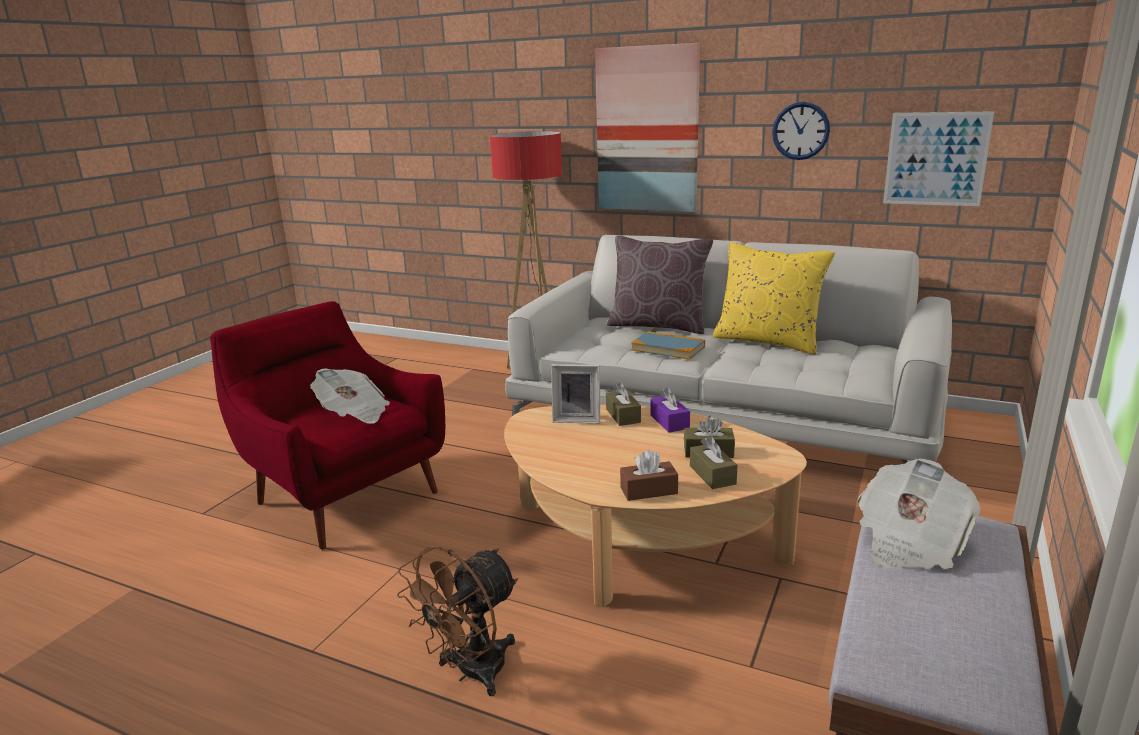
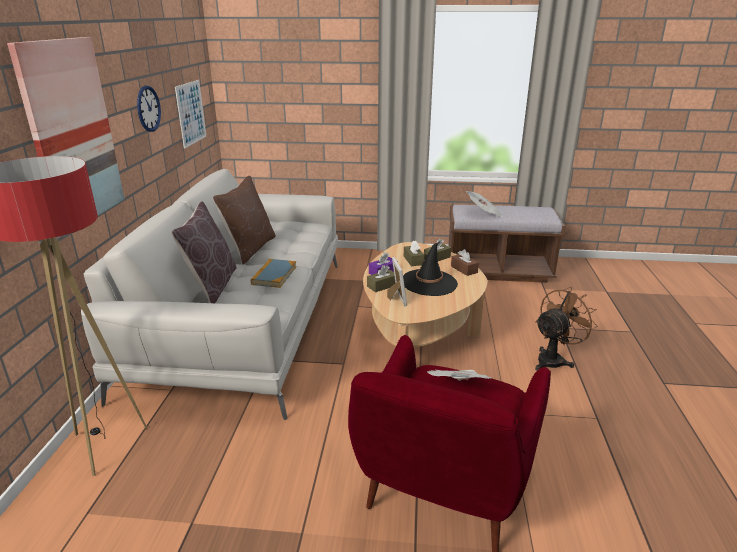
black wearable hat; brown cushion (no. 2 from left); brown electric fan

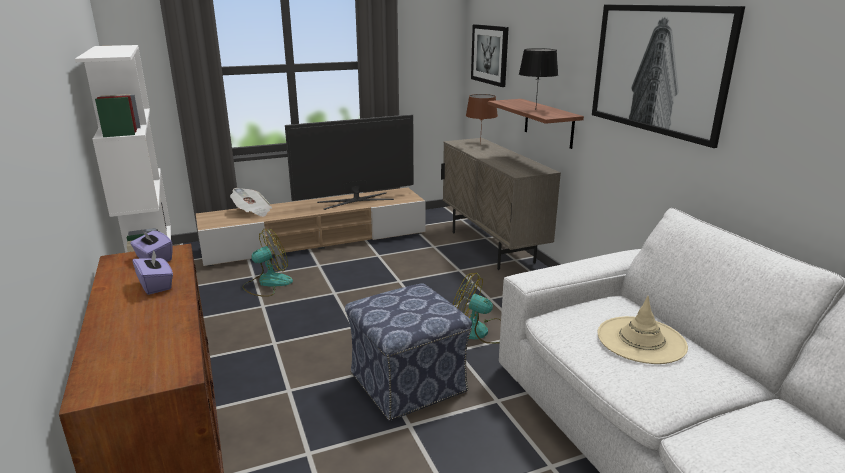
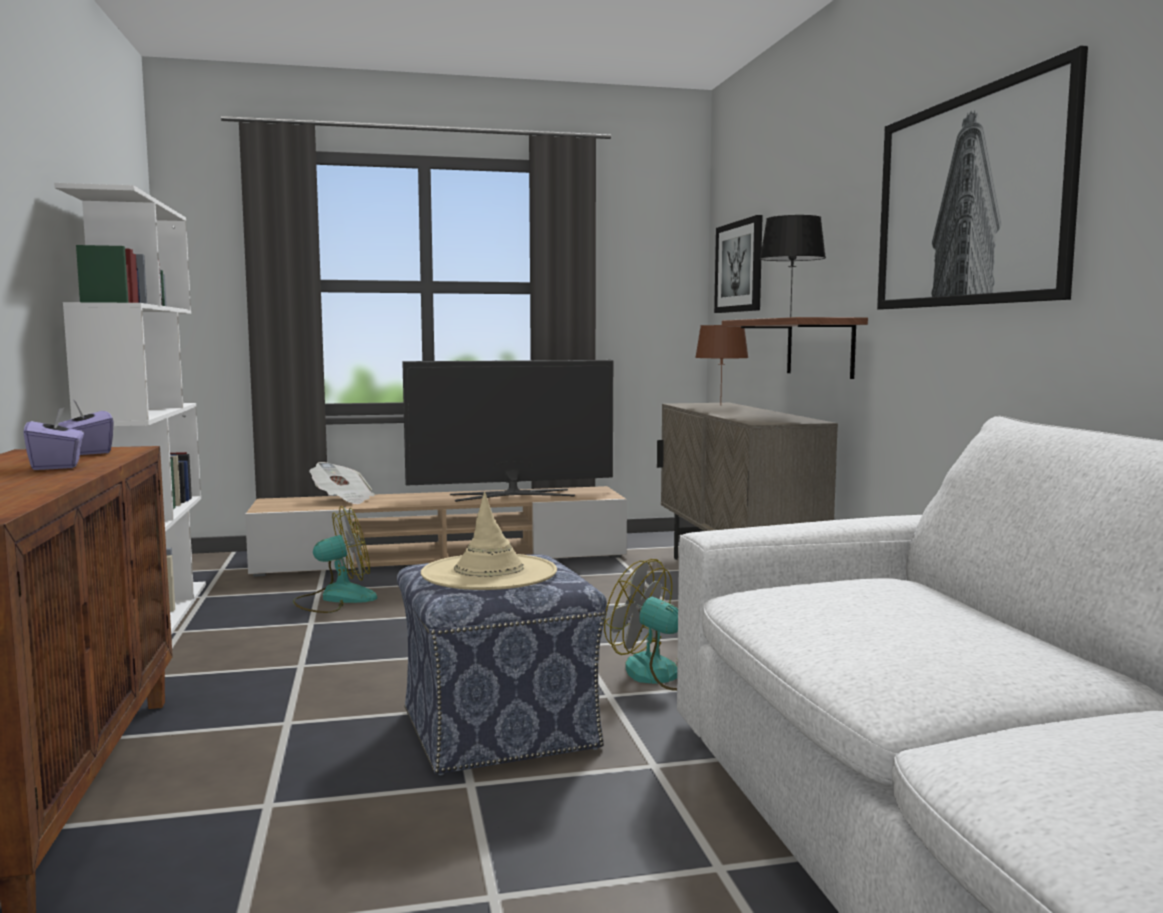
sand-coloured wearable hat

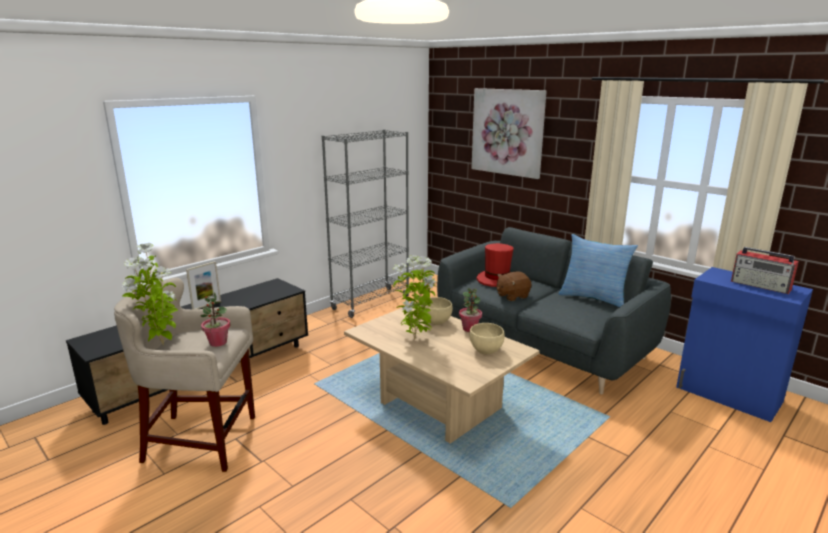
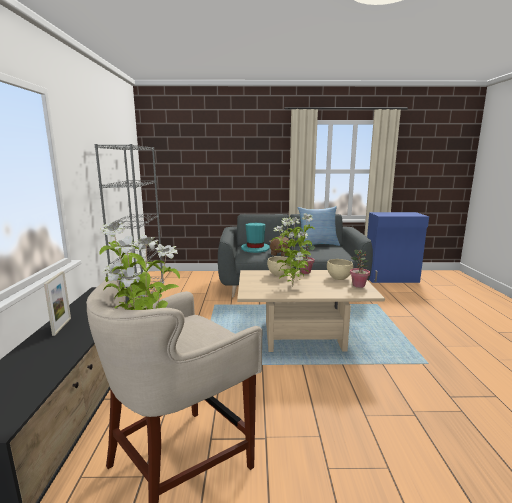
wall picture; radio set; plant in a pot (no. 4 from left); blue-green wearable hat

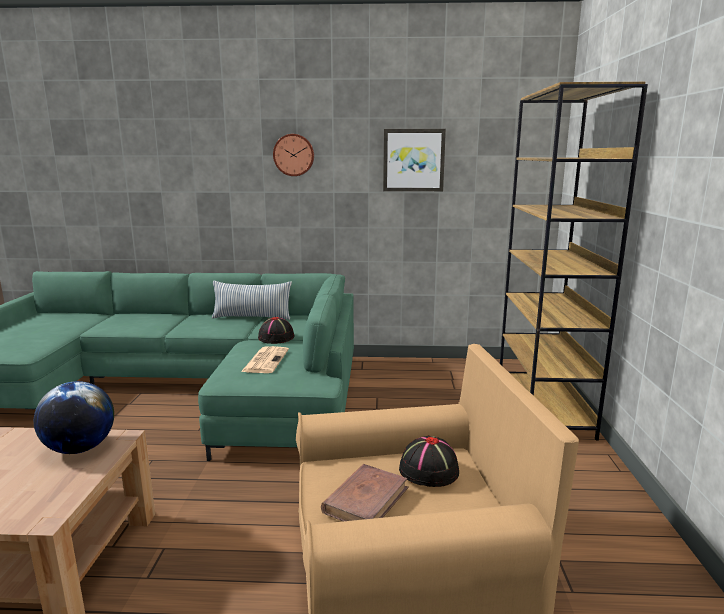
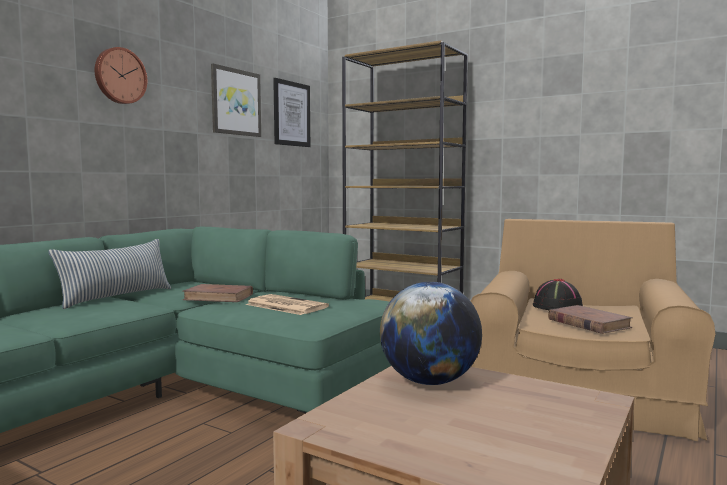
wall picture (no. 2 from left); brown bound book (no. 1 from left)

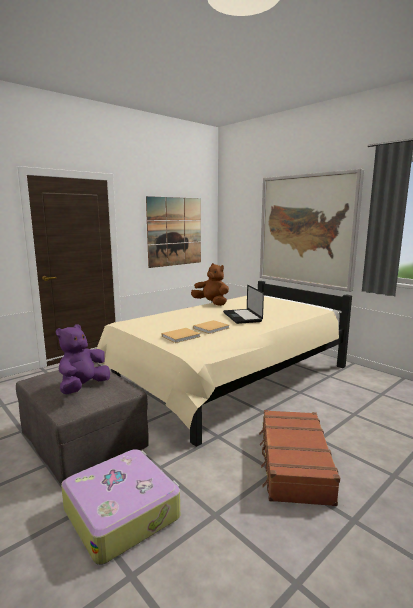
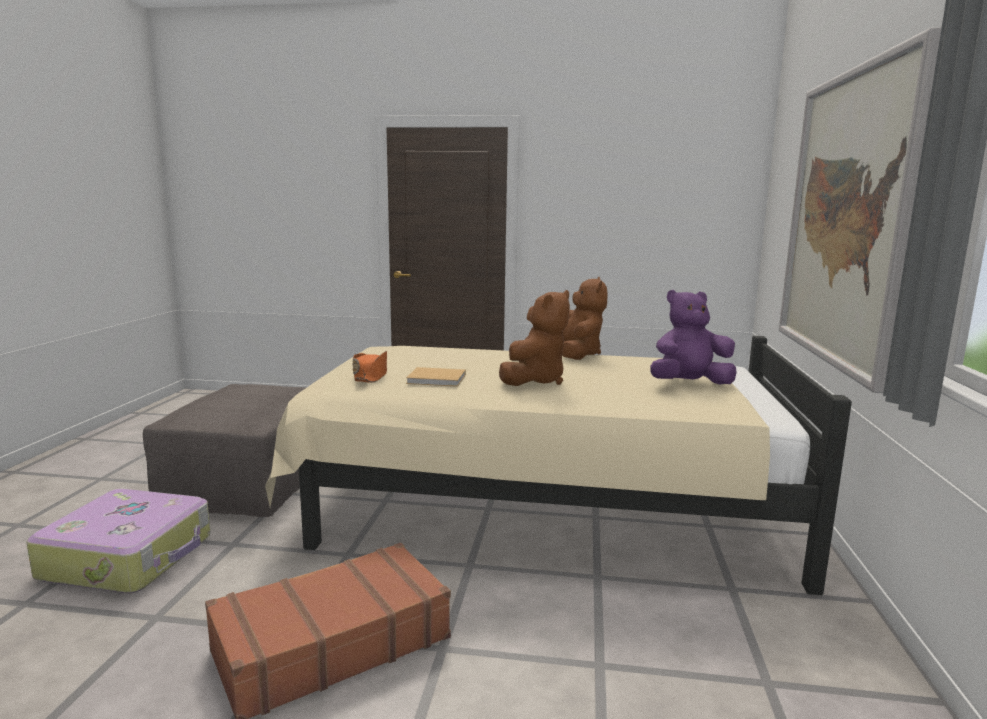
wall picture (no. 1 from left in the first image); purple soft toy; orangey wearable hat; brown soft toy (no. 1 from left)

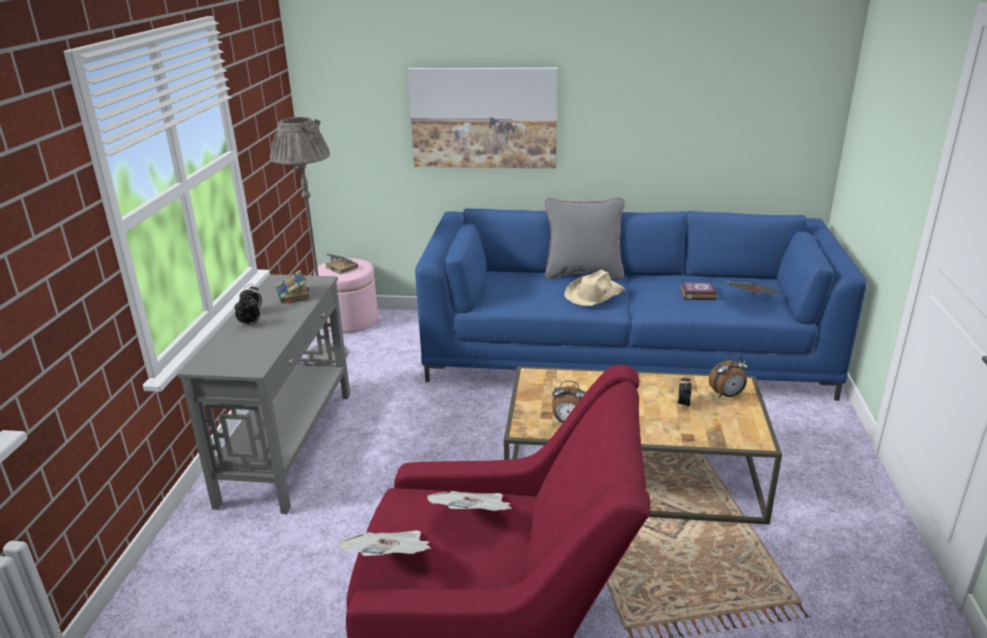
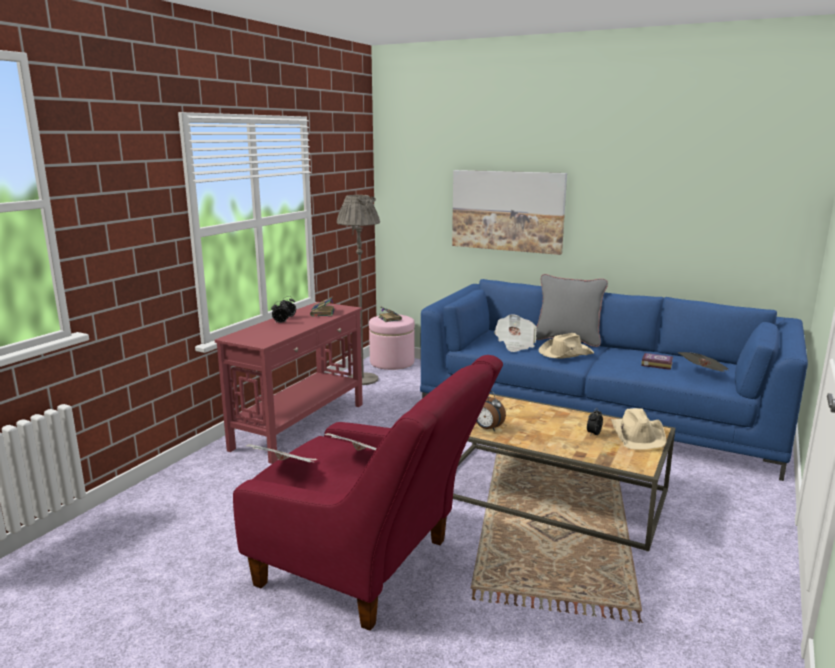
printed paper (no. 3 from left); sand-coloured wearable hat (no. 2 from left); red-coloured console table

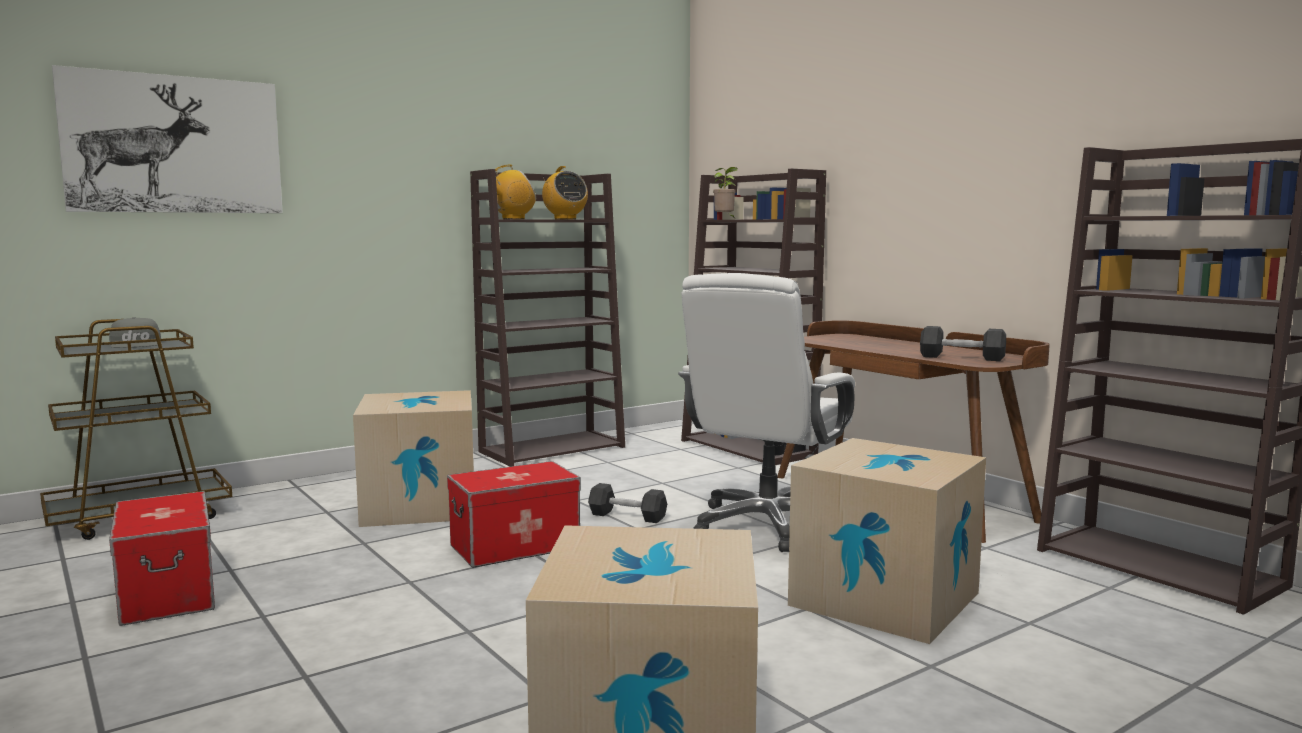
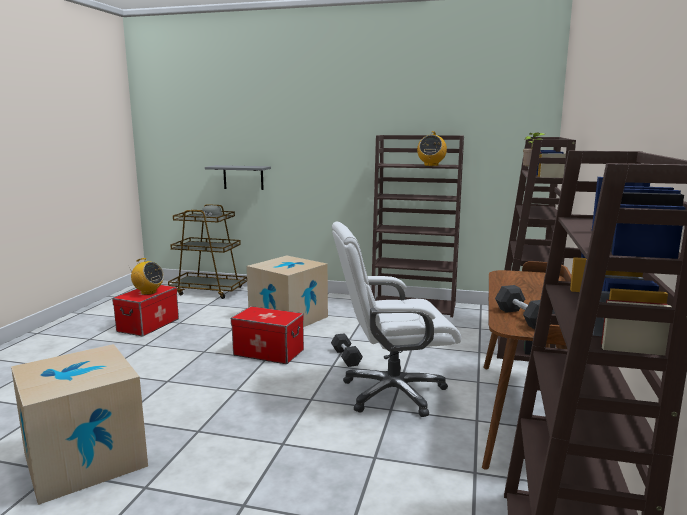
wall picture; packing box (no. 3 from left in the first image); gray shelf; radio set (no. 1 from left)

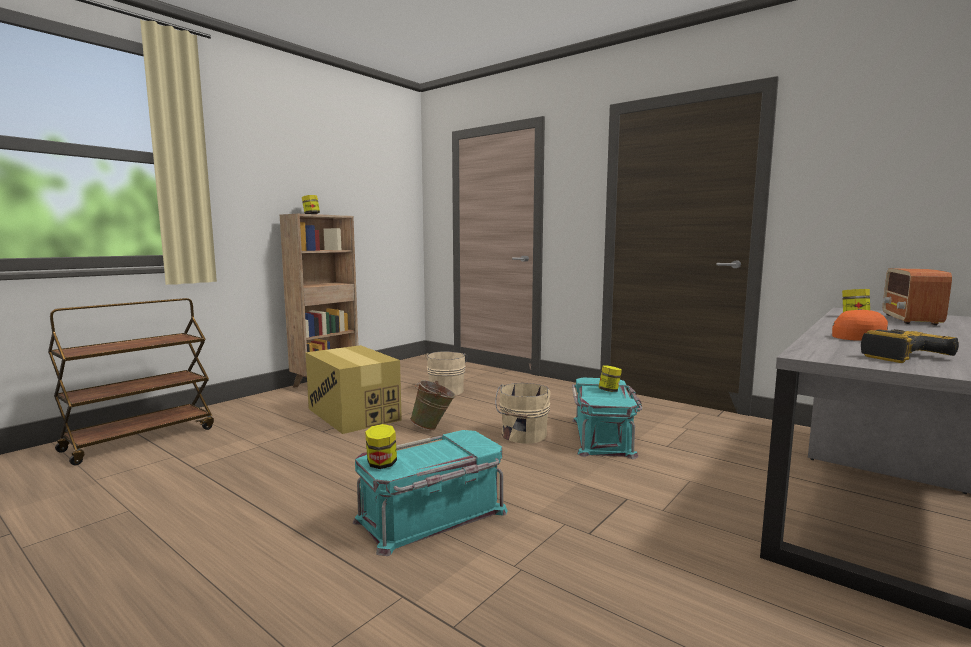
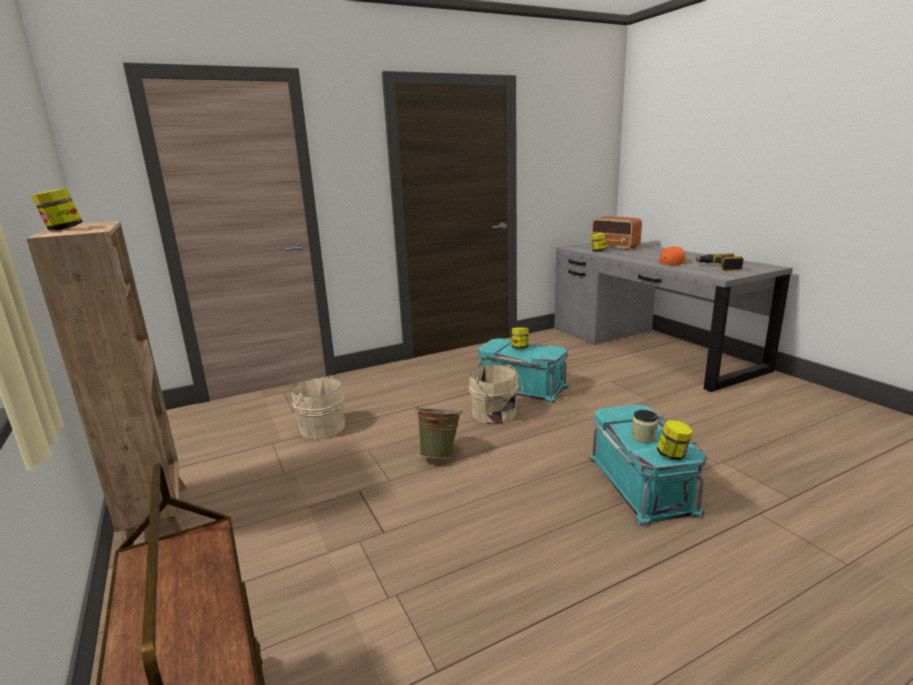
packing box; preserve jar (no. 4 from left)

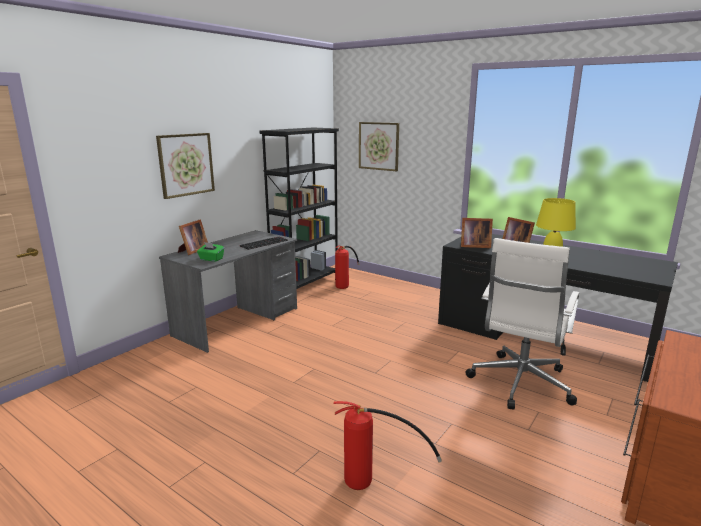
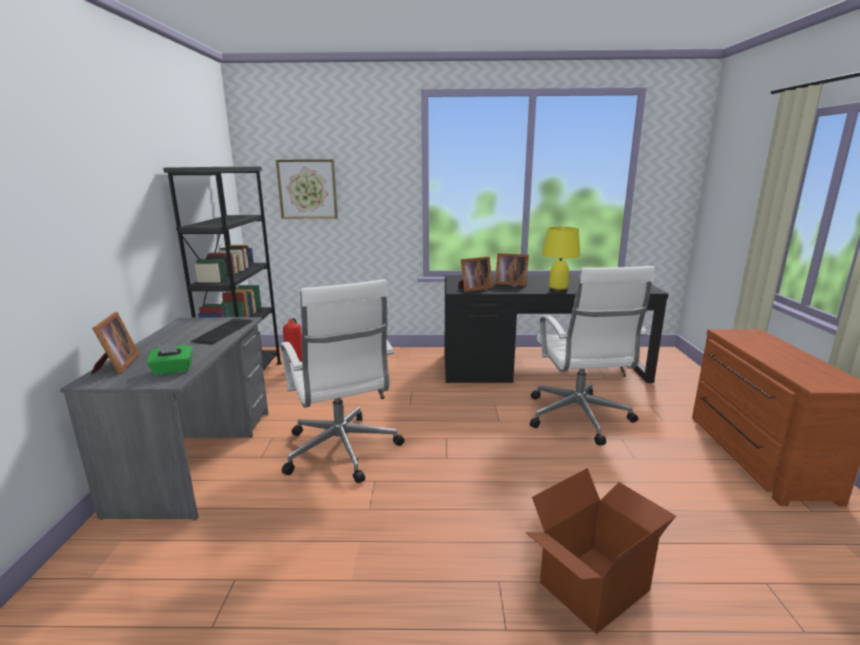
wall picture (no. 1 from left in the first image); whitish computer chair (no. 1 from left); packing box

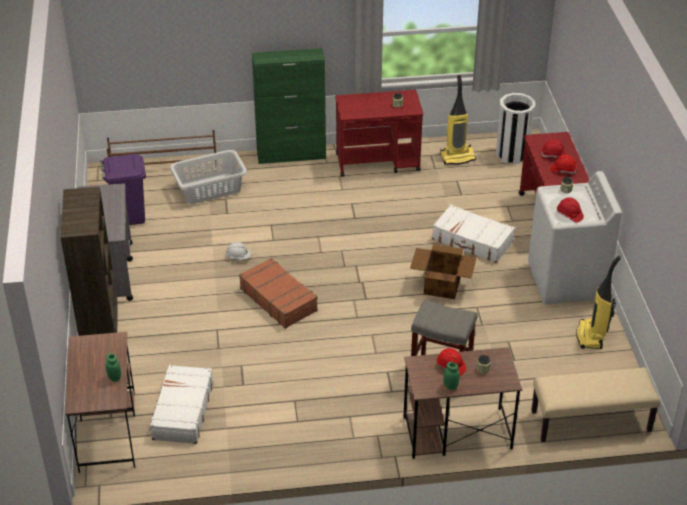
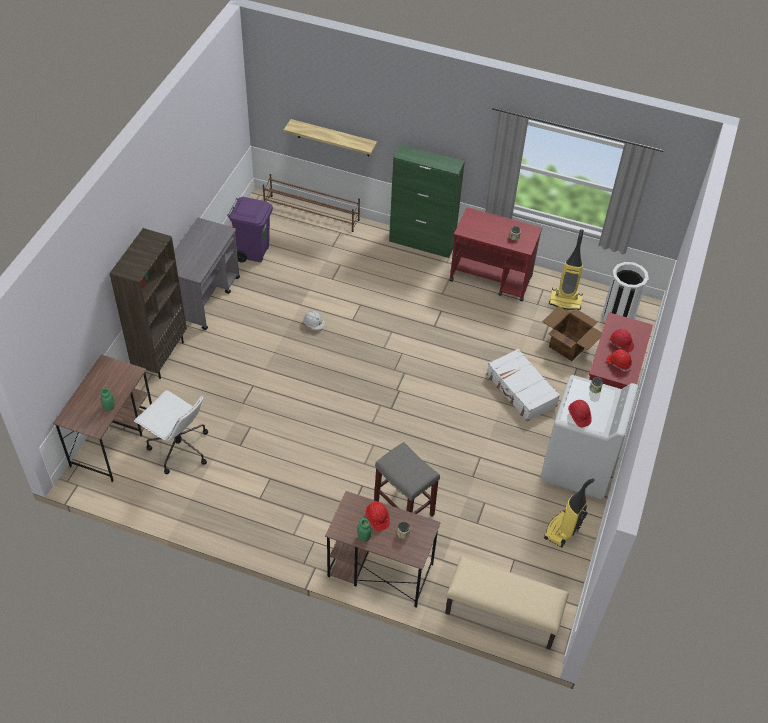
gray laundry basket; brown piece of luggage; shelf; packing box; whitish computer chair

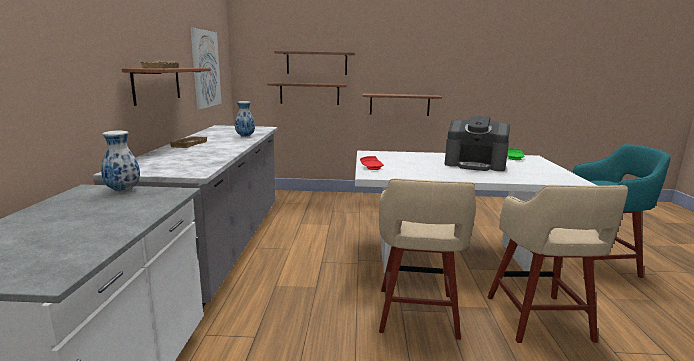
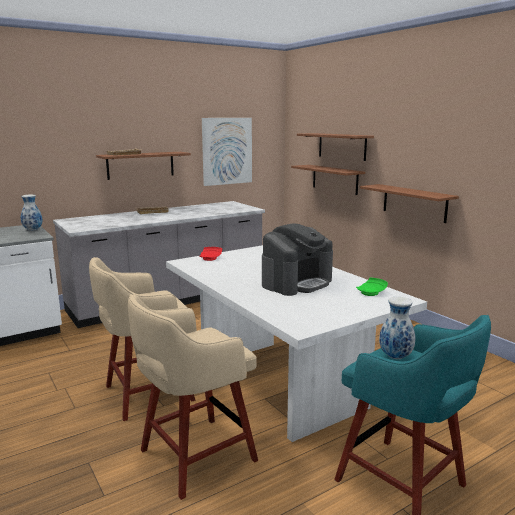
vase (no. 2 from left); coffee machine

